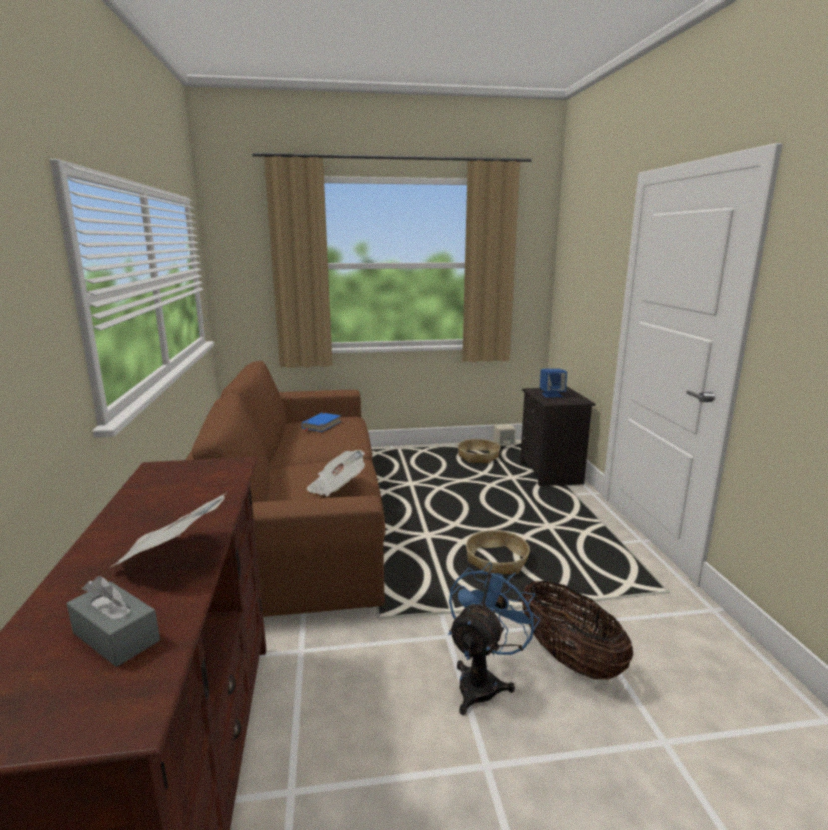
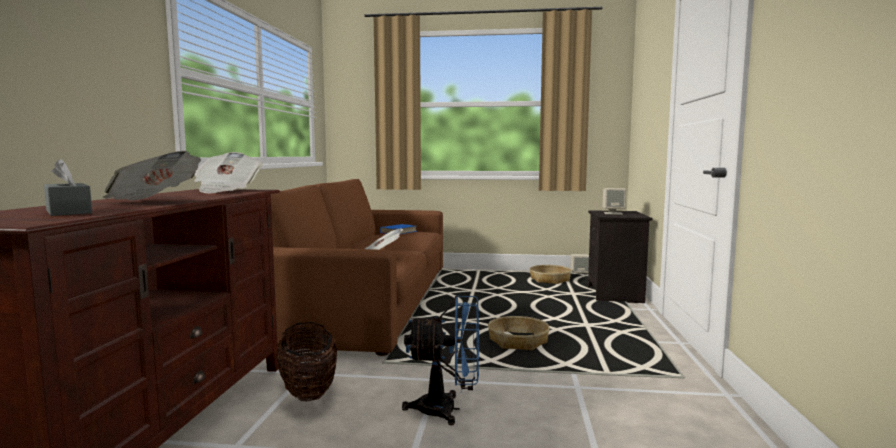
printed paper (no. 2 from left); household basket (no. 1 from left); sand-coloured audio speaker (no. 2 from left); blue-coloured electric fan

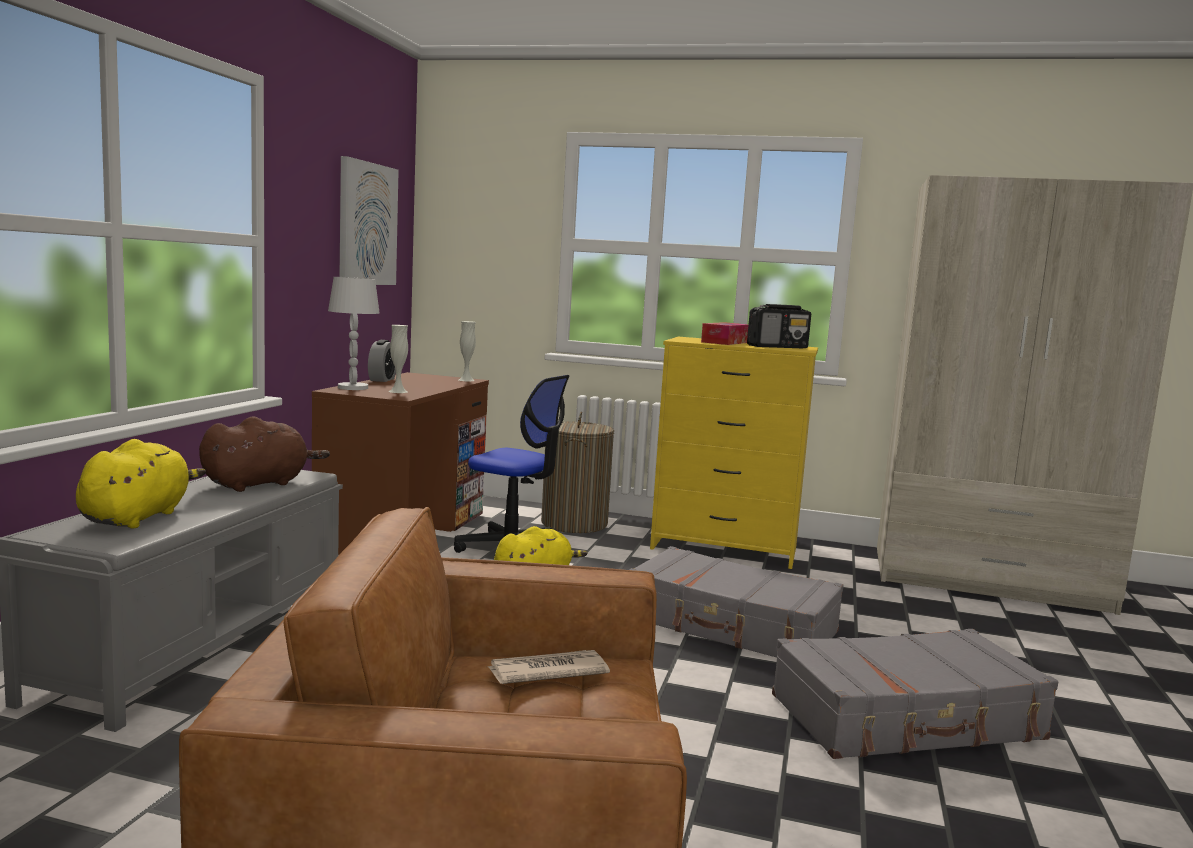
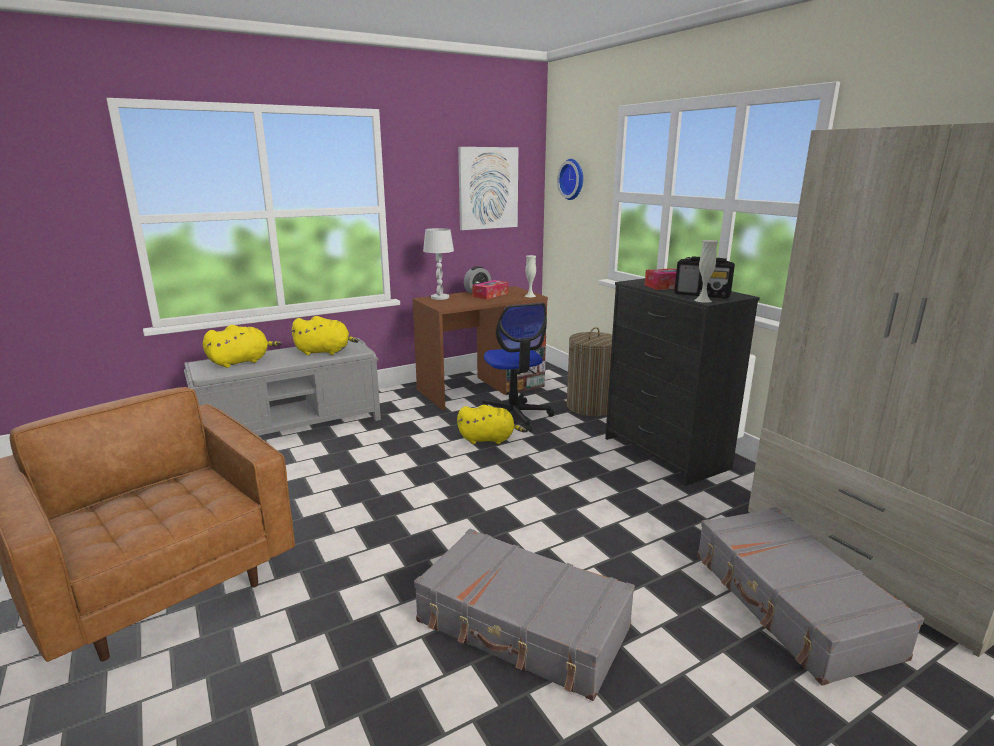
printed paper; tissue box (no. 1 from left); wall clock; whitish vase (no. 2 from left); gray piece of luggage (no. 2 from left); yellow-coloured soft toy (no. 2 from left); black dresser

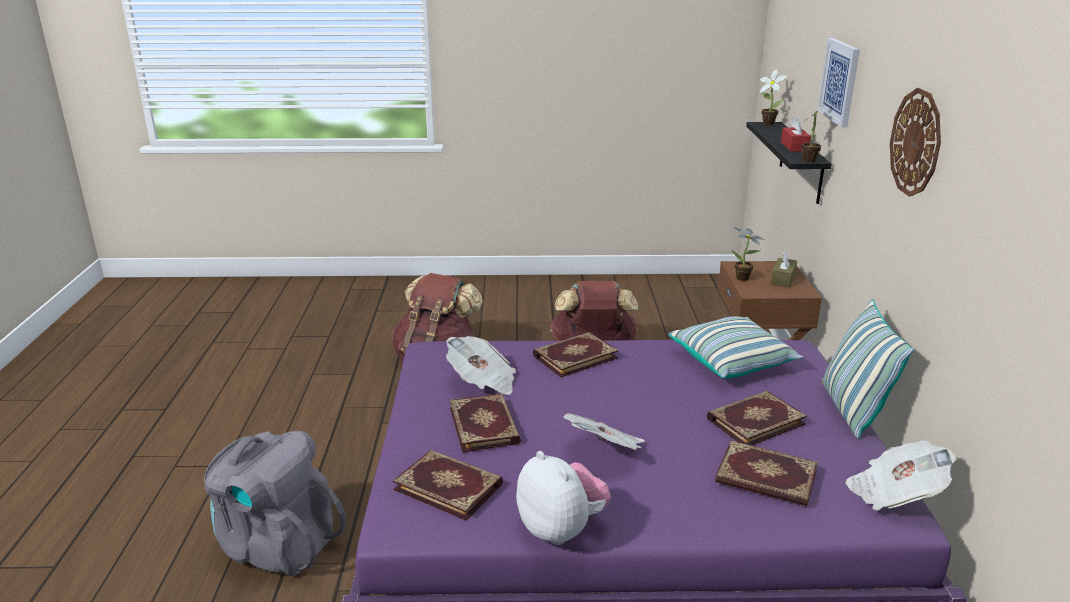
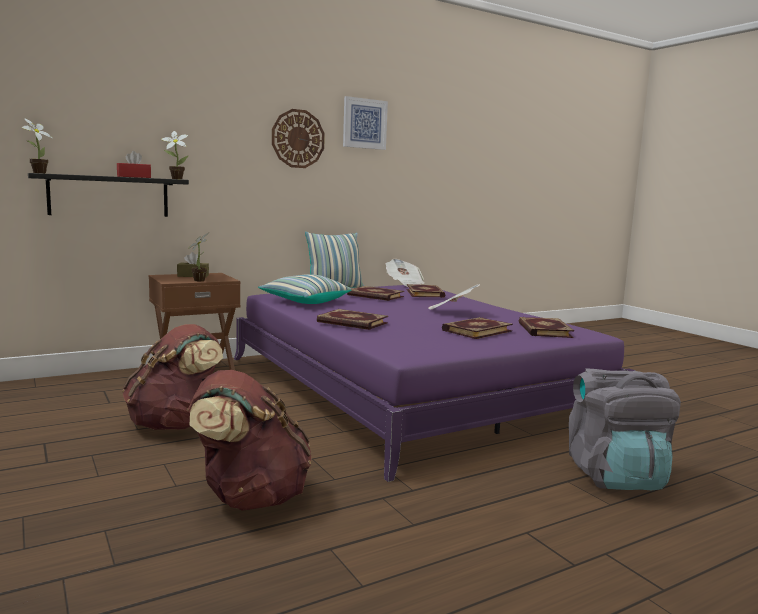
printed paper (no. 1 from left in the first image); soft toy; wall picture

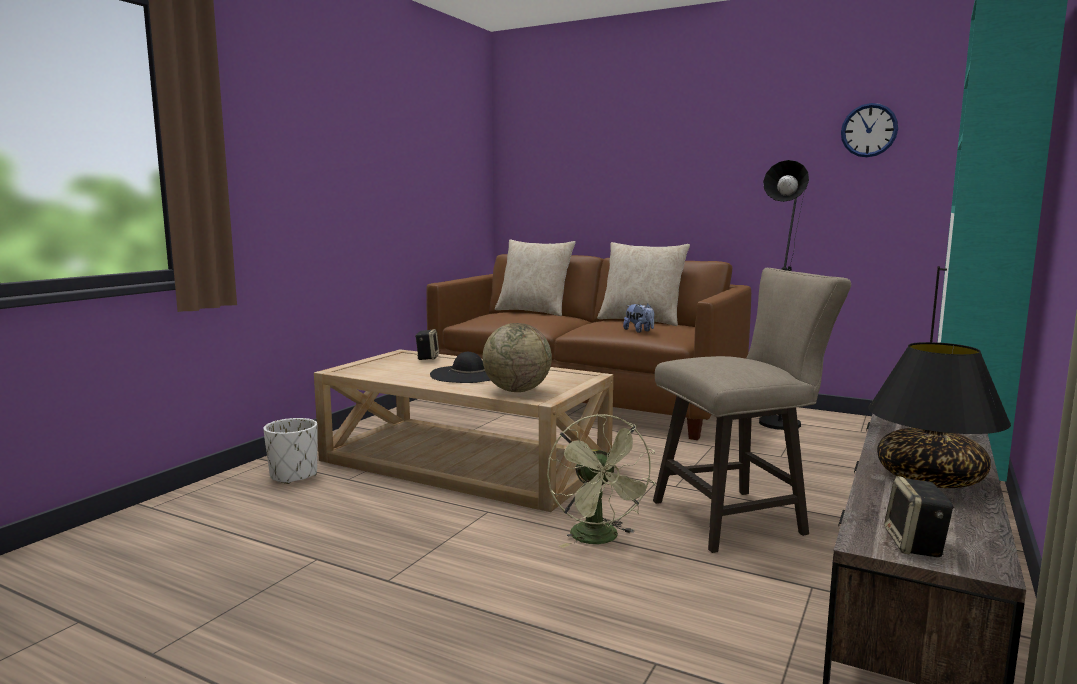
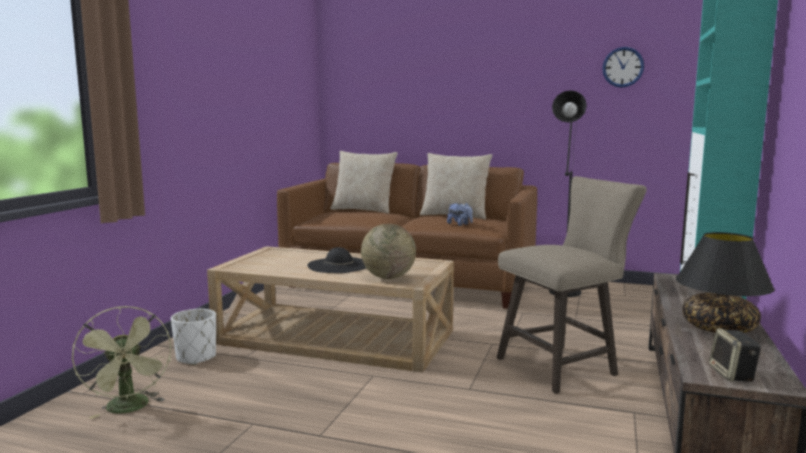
audio speaker (no. 1 from left in the first image); greenish electric fan

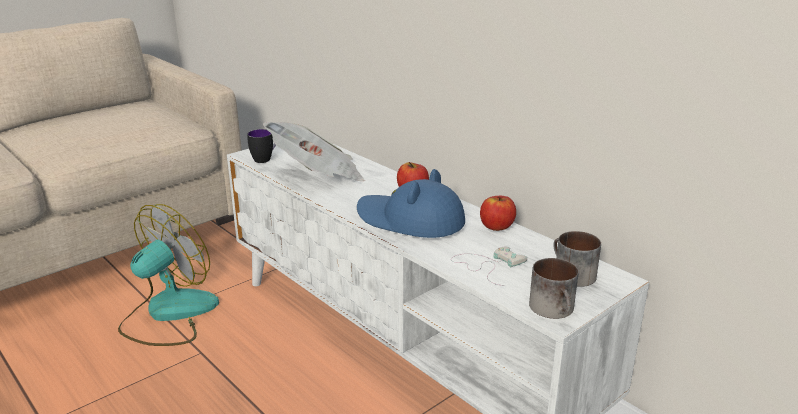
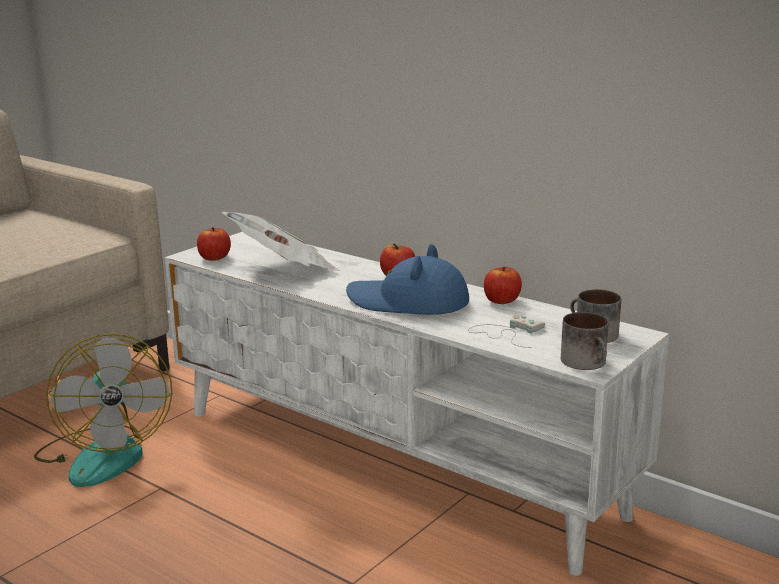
whole apple (no. 1 from left); electric fan

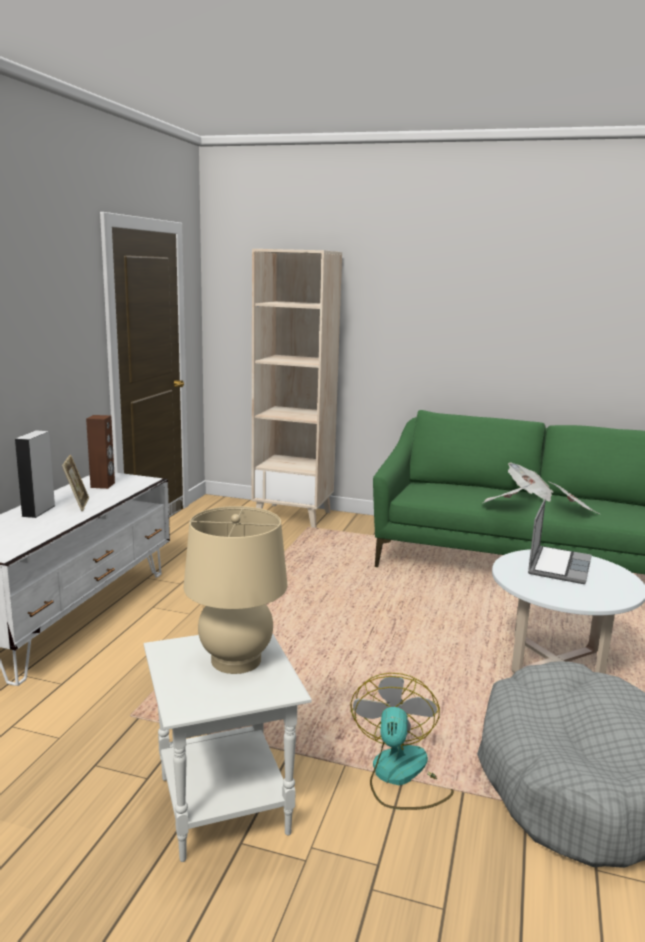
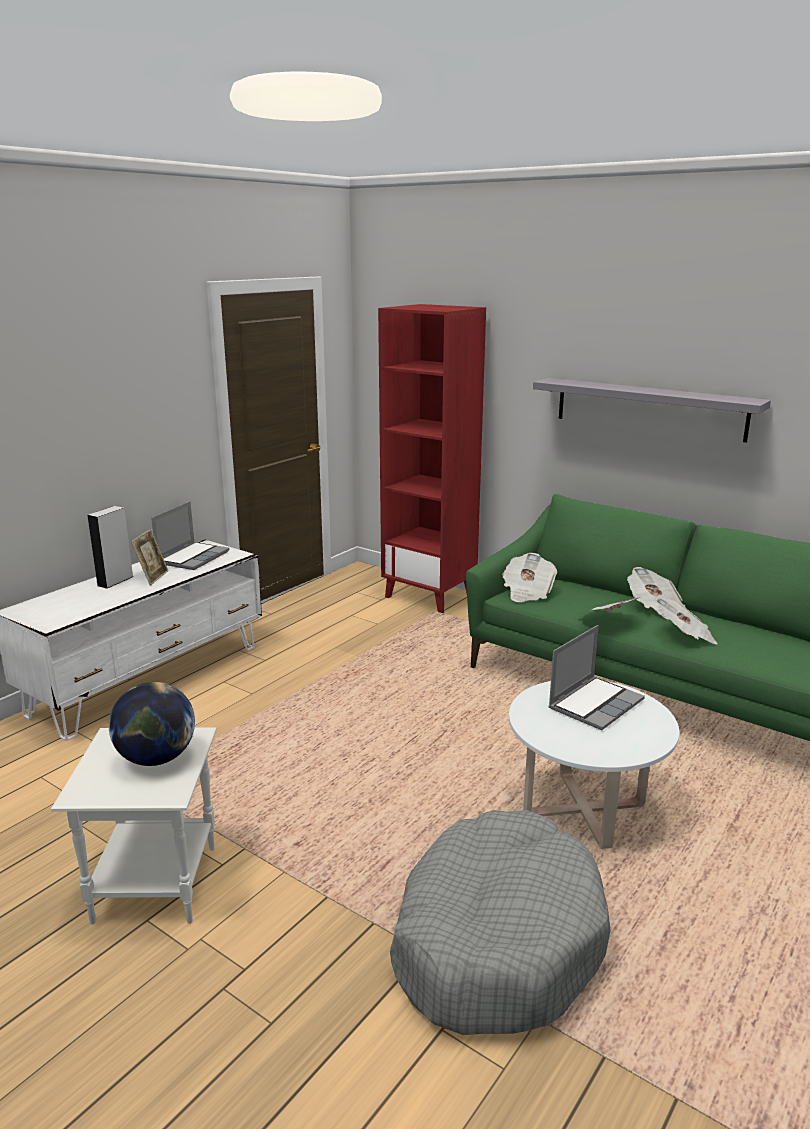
electric fan; printed paper (no. 1 from left); gray shelf; notebook computer (no. 1 from left); desk globe; red-coloured bookcase

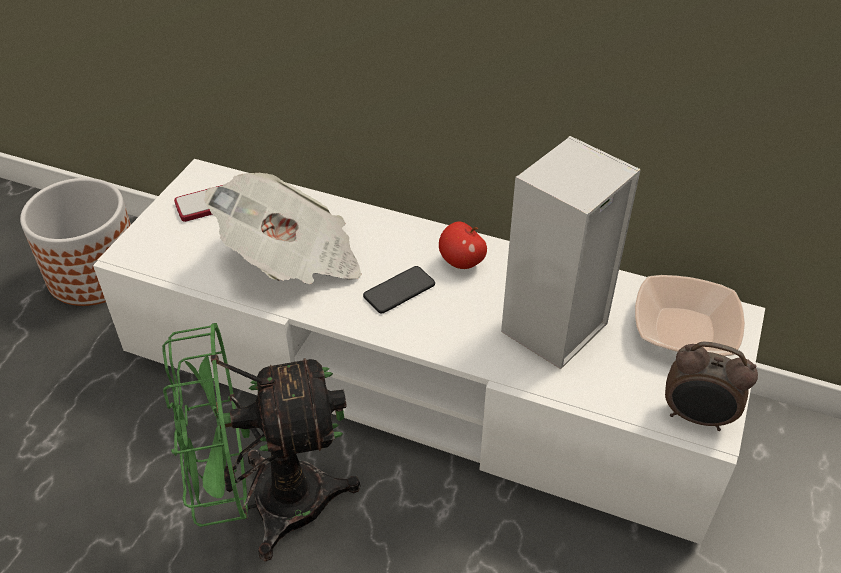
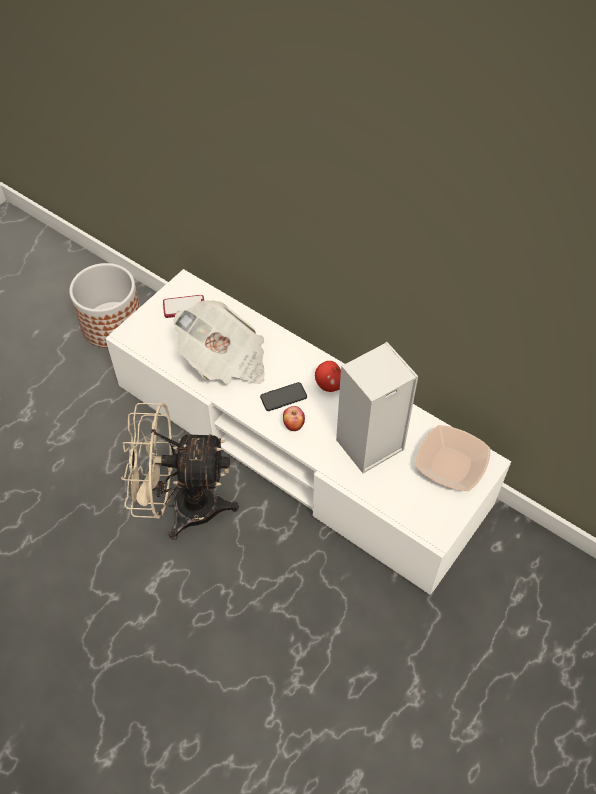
alarm clock; whole apple (no. 1 from left); sand-coloured electric fan

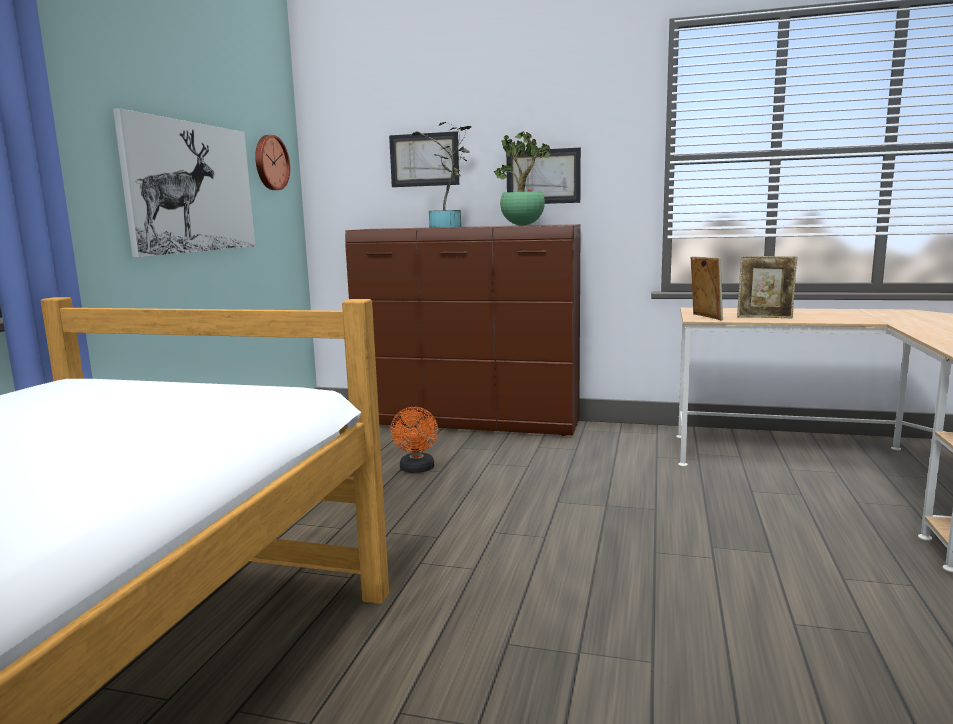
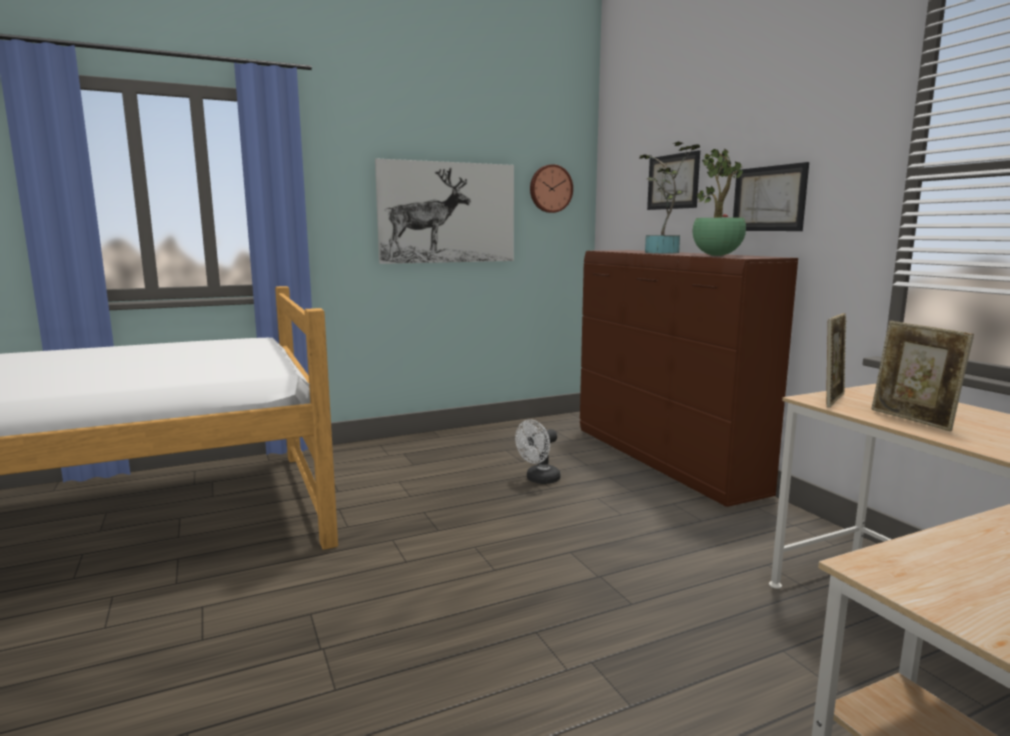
whitish electric fan

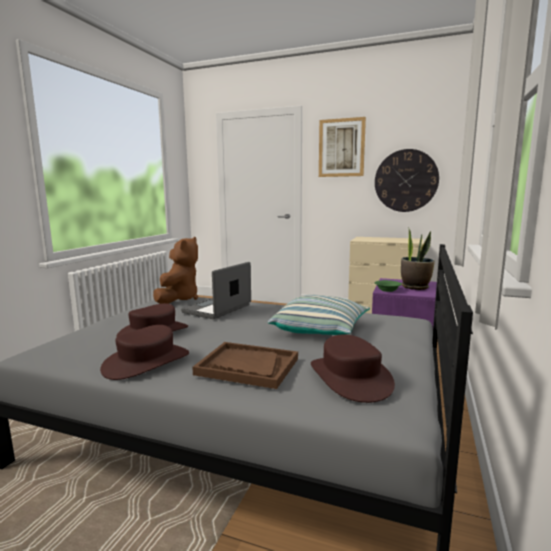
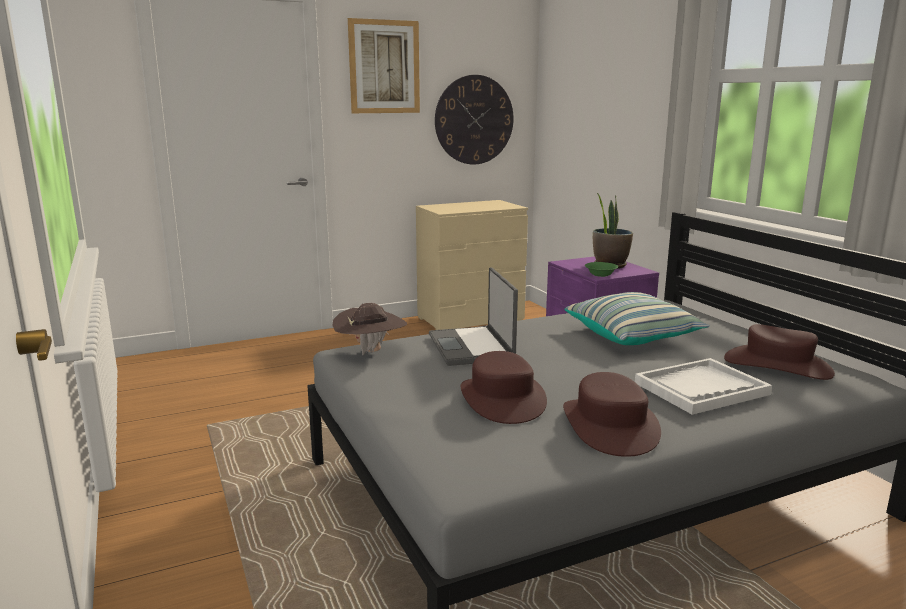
brown wearable hat (no. 1 from left); whitish serving tray

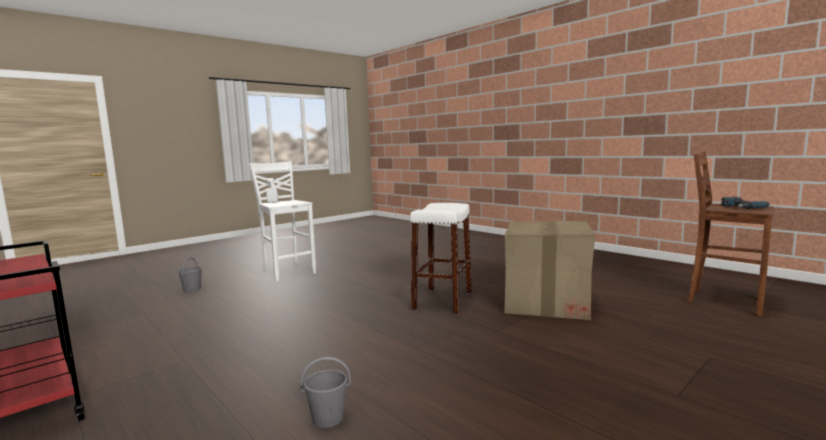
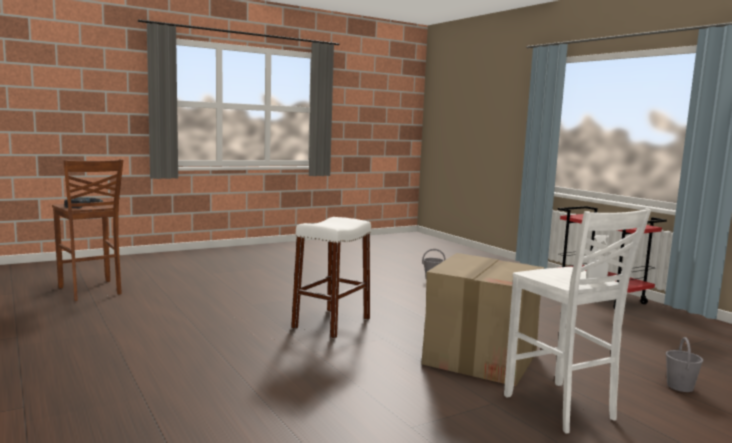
packing box

